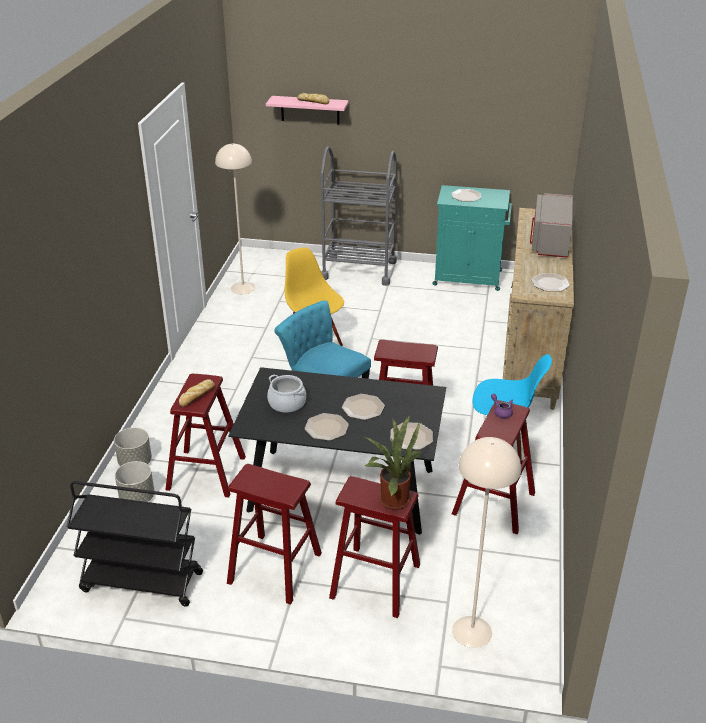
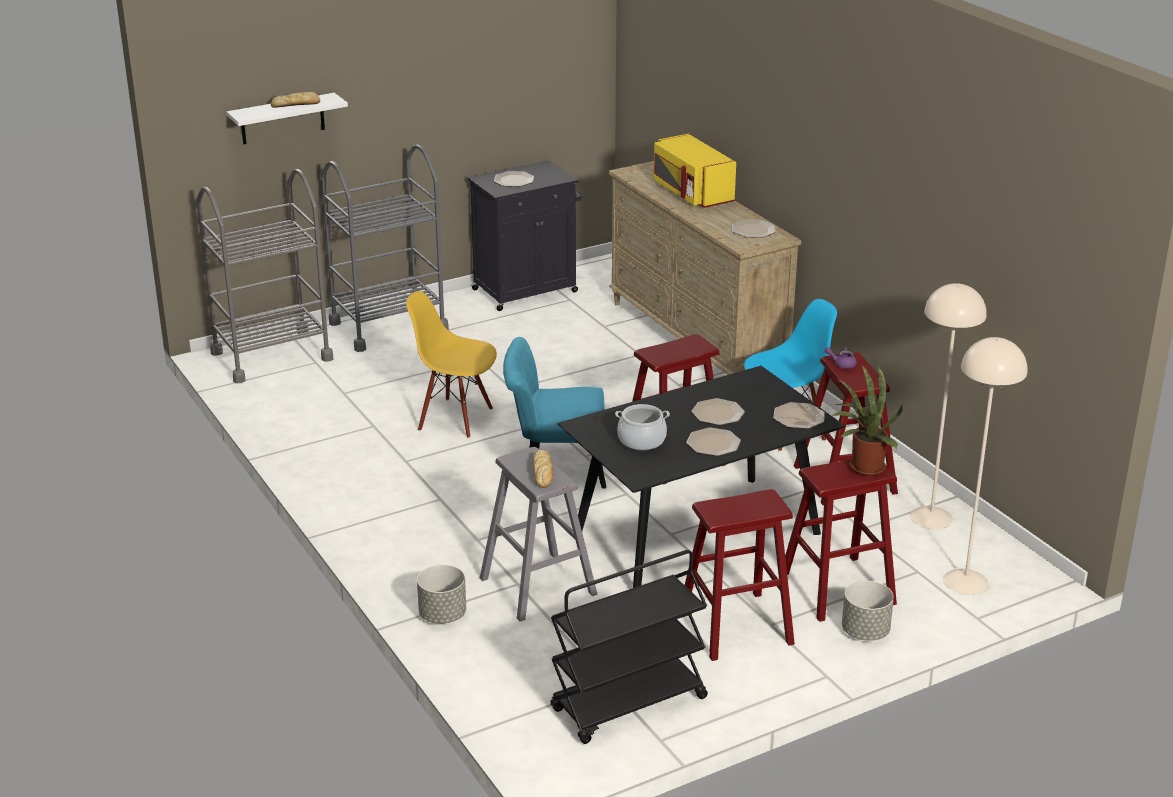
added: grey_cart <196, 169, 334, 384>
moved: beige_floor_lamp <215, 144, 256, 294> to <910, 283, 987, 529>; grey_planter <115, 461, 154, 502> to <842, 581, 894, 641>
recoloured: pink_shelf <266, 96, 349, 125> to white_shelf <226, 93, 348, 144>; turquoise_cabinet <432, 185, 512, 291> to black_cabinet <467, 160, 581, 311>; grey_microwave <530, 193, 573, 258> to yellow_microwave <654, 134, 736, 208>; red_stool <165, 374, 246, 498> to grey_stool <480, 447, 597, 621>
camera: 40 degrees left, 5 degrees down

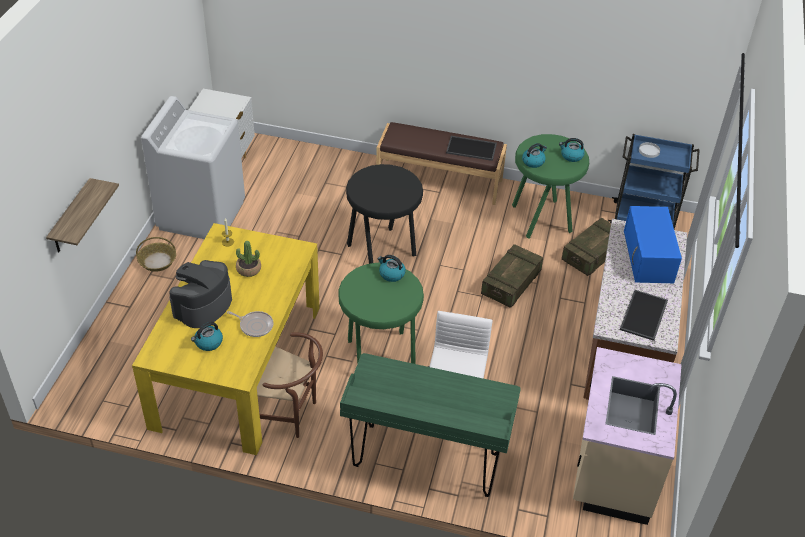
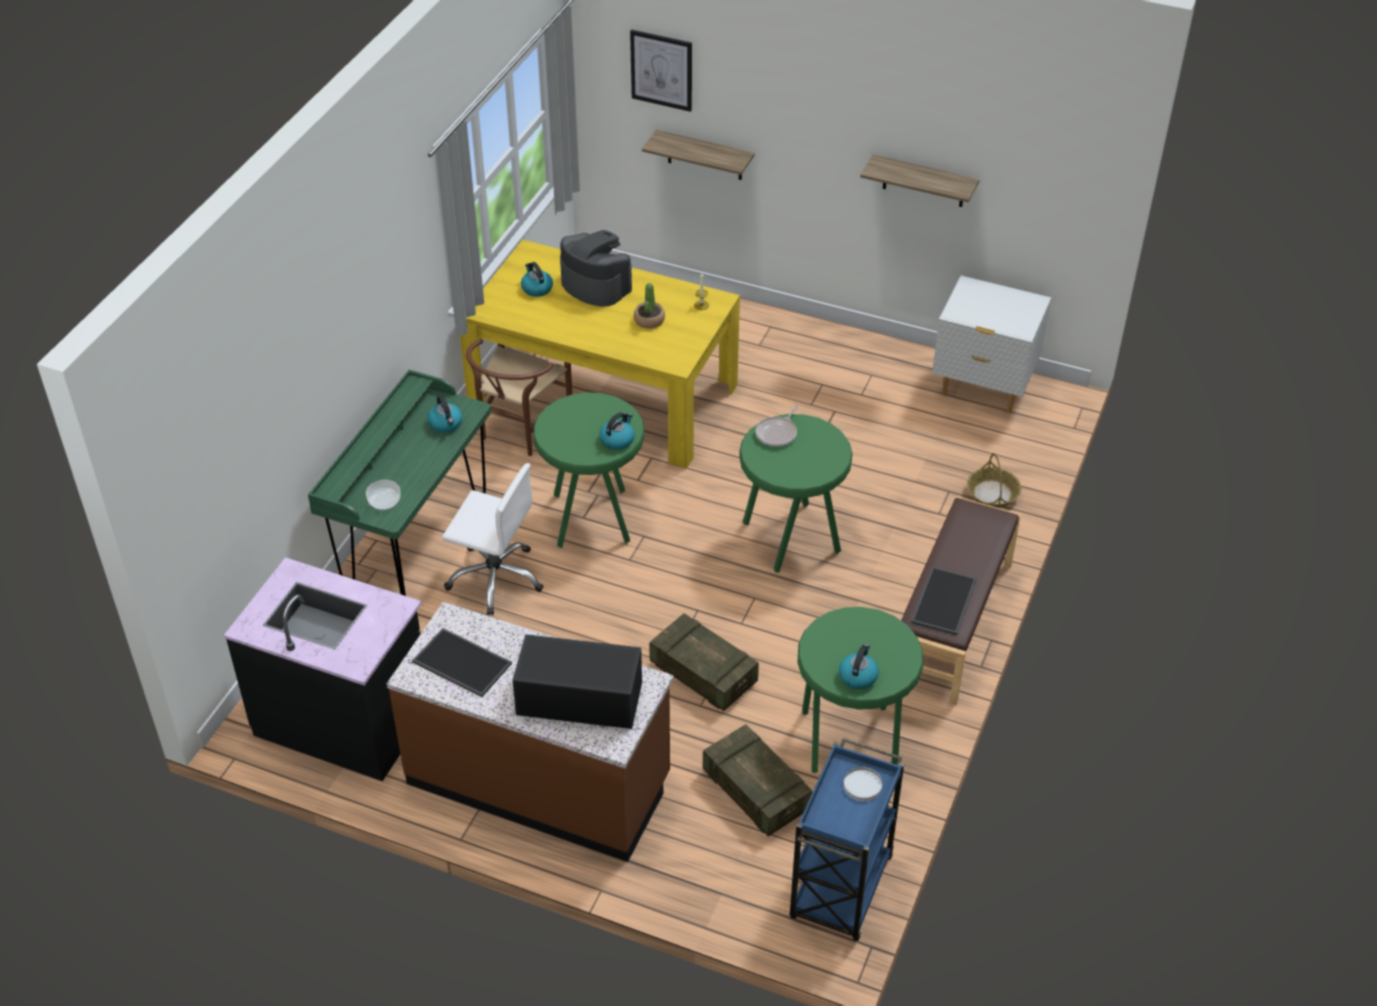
removed: white_washing_machine <141, 96, 245, 239>
added: picture <630, 29, 692, 112>; shelf <860, 155, 980, 207>; bowl <366, 480, 401, 510>
moved: kettle <522, 143, 547, 168> to <428, 395, 462, 433>; basket <136, 237, 176, 272> to <967, 453, 1021, 508>; frying_pan <227, 311, 273, 337> to <755, 406, 798, 447>
recoloured: black_stool <346, 164, 423, 264> to green_stool <739, 414, 852, 573>; blue_microwave <624, 206, 682, 283> to black_microwave <512, 634, 642, 729>; beige_counter <573, 347, 682, 525> to black_counter <224, 557, 421, 781>
camera: 100 degrees right, 0 degrees up

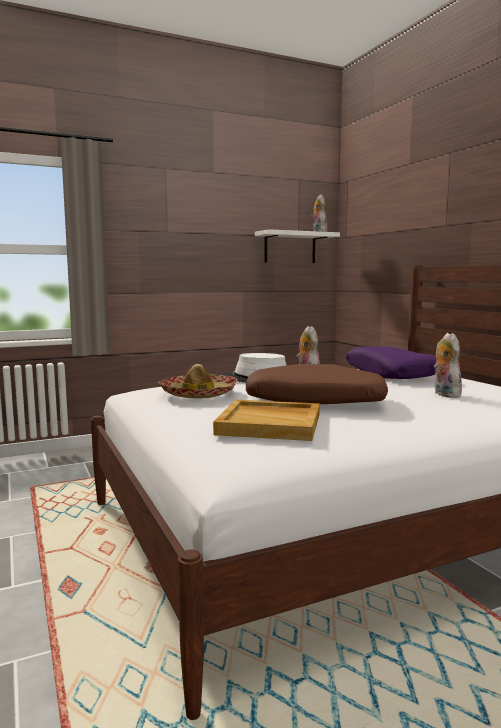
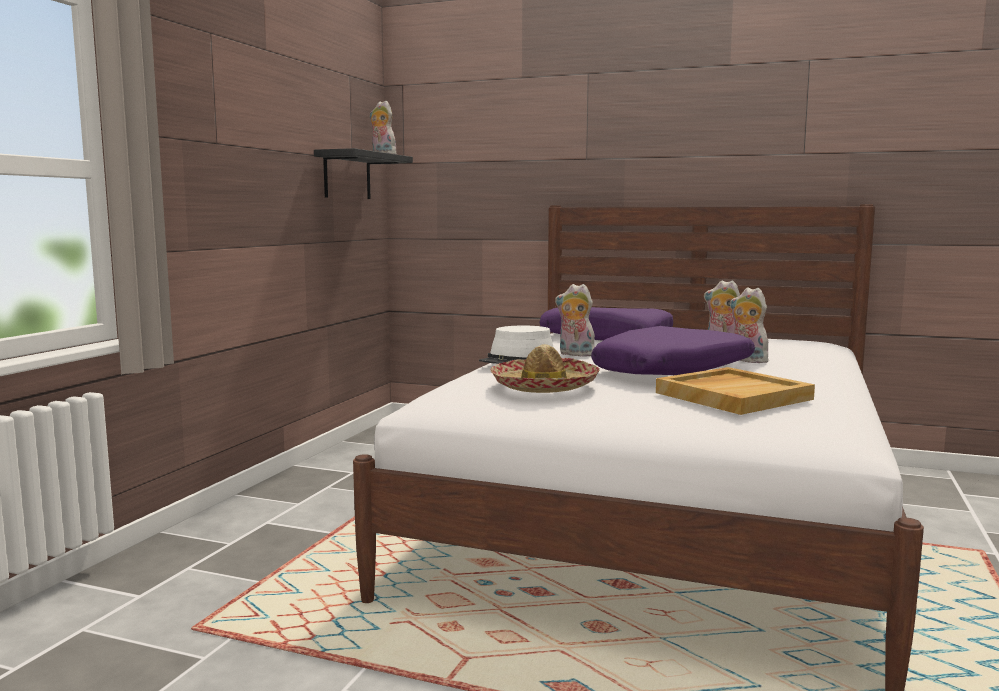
added: plush_toy <729, 287, 769, 363>
recoloured: white_shelf <255, 229, 340, 263> to black_shelf <314, 148, 413, 199>; brown_pillow <246, 364, 388, 404> to purple_pillow <591, 326, 755, 375>
camera: 45 degrees left, 0 degrees up

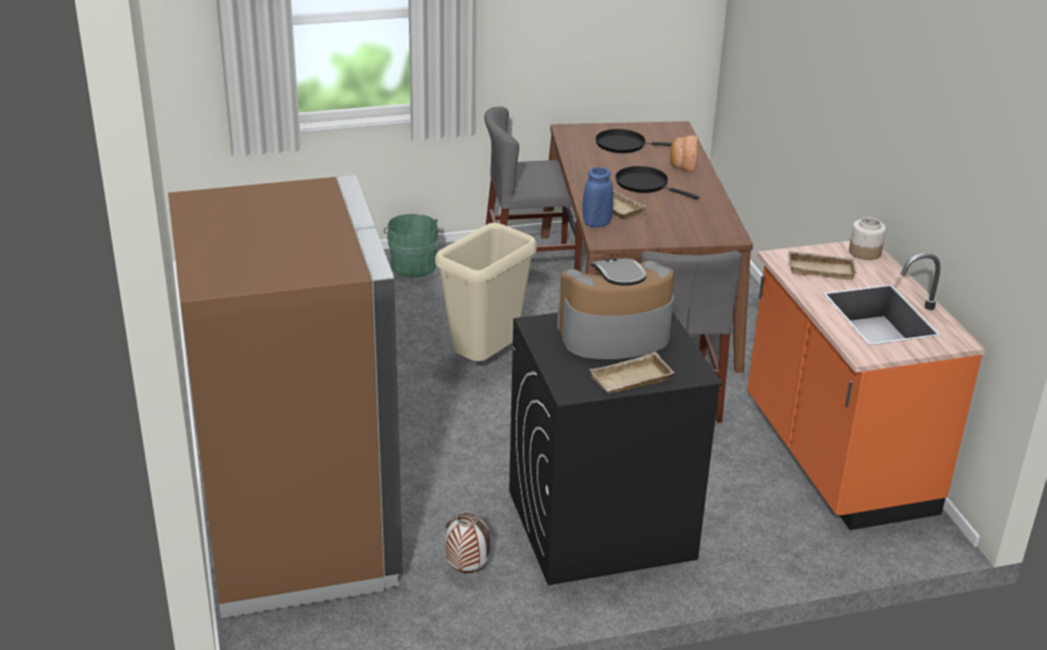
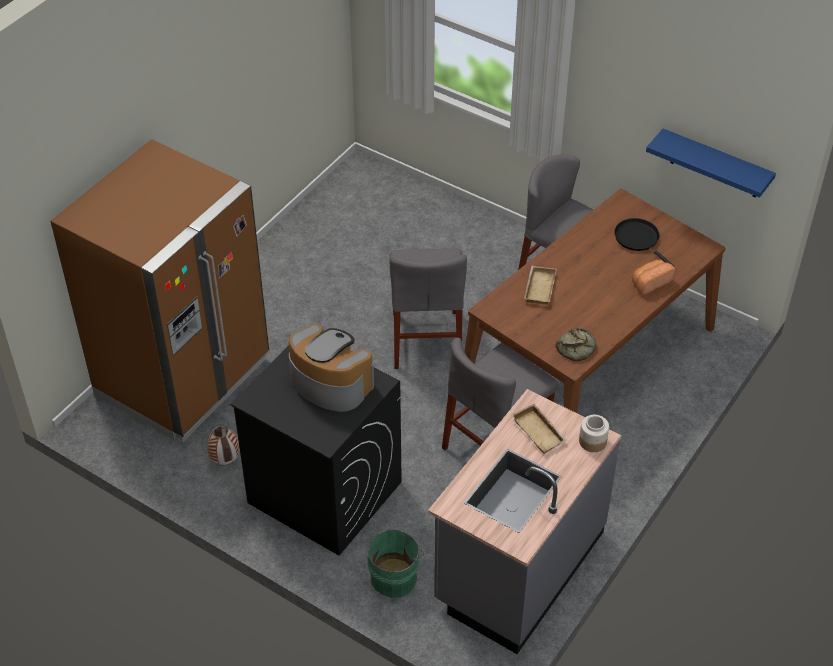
removed: black_frying_pan <615, 166, 699, 200>; blue_vase <582, 167, 613, 227>; beige_tray <589, 352, 674, 393>
added: blue_shelf <646, 129, 776, 198>; bread <555, 328, 596, 361>
moved: green_bucket <384, 214, 439, 278> to <367, 530, 425, 598>
replaced: beige_trash_can <435, 223, 537, 361> to grey_chair <389, 249, 467, 369>
recoloured: orange_counter <747, 241, 985, 530> to grey_counter <428, 389, 622, 654>
camera: 50 degrees right, 15 degrees up

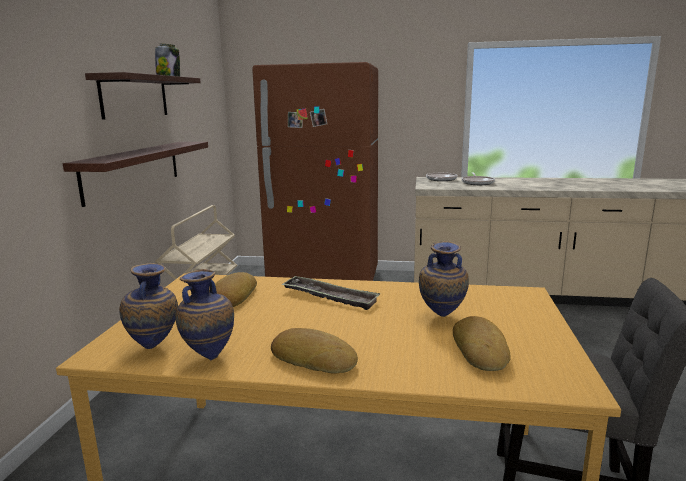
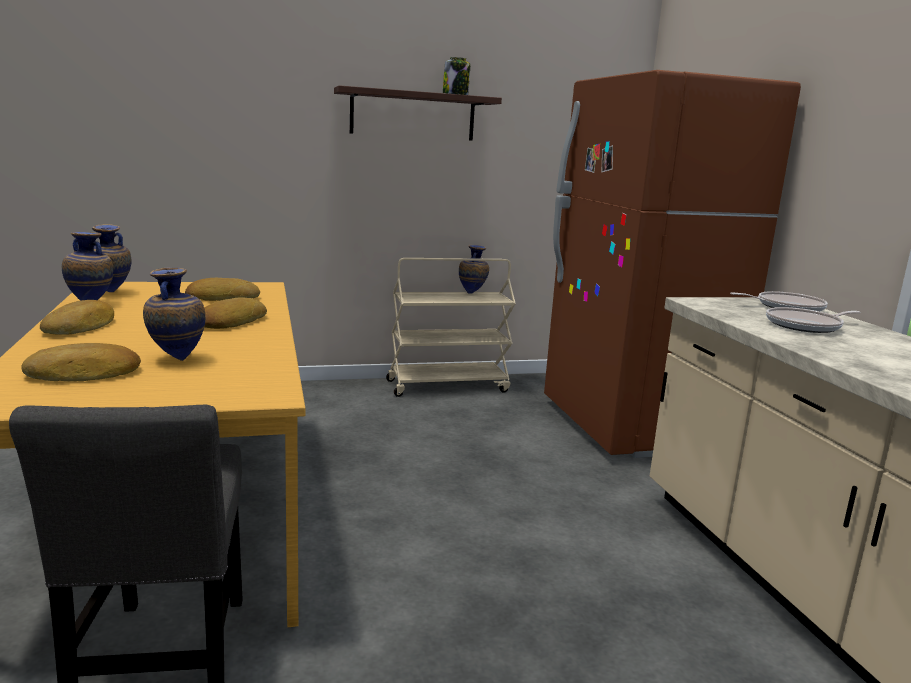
removed: shelf <63, 142, 208, 207>
added: vase <459, 245, 489, 294>
replaced: tray <281, 276, 380, 310> to bread <204, 297, 267, 329>
camera: 65 degrees right, 0 degrees up

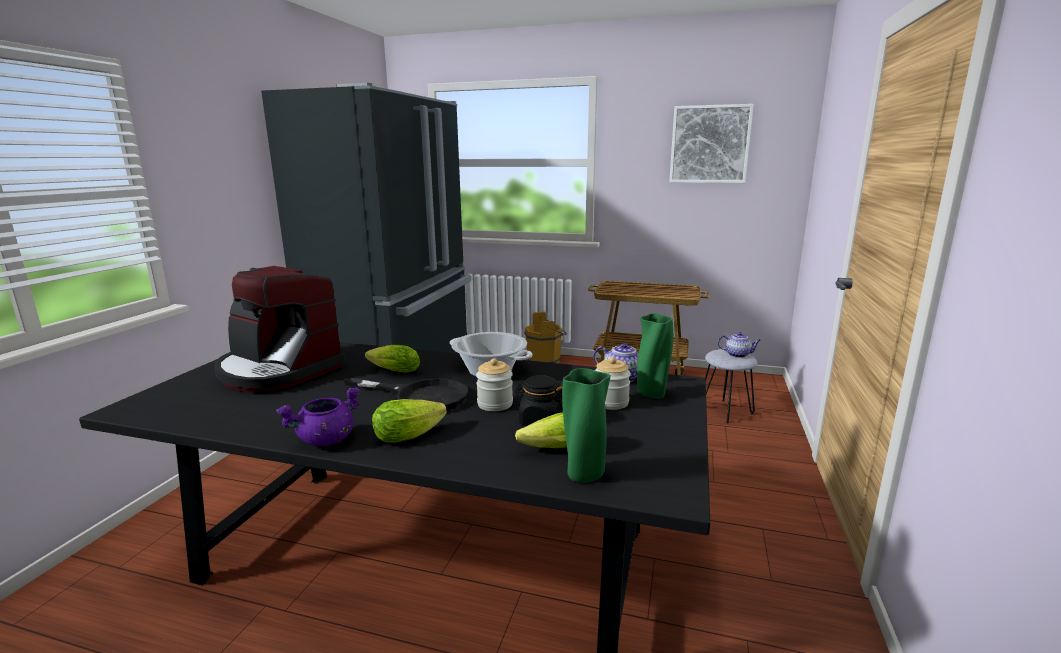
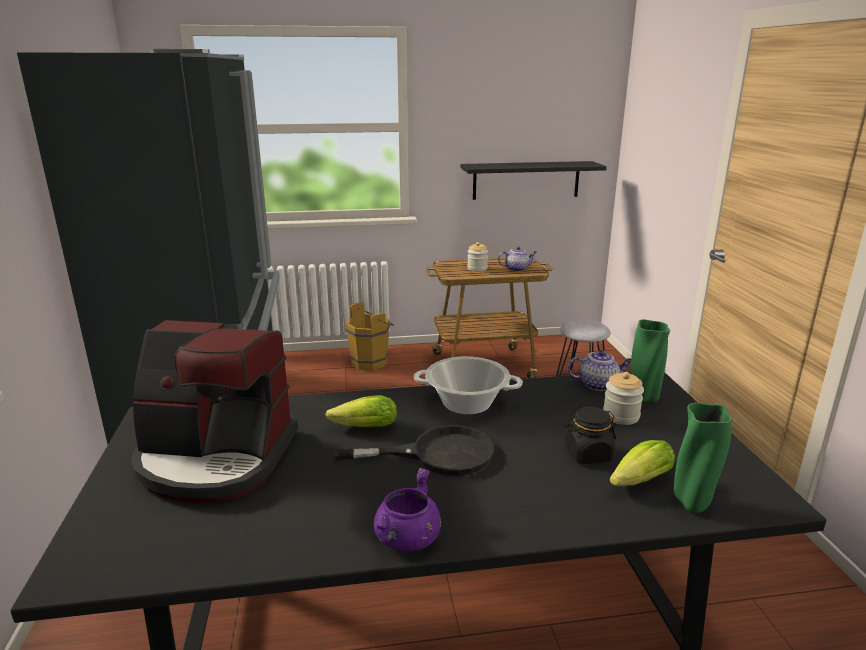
removed: picture <669, 104, 754, 183>; lettuce <372, 399, 447, 443>
added: black_shelf <460, 161, 607, 200>
moved: teapot <718, 332, 761, 358> to <498, 246, 536, 272>; jar <476, 358, 513, 411> to <467, 242, 488, 272>
camera: 25 degrees left, 5 degrees up

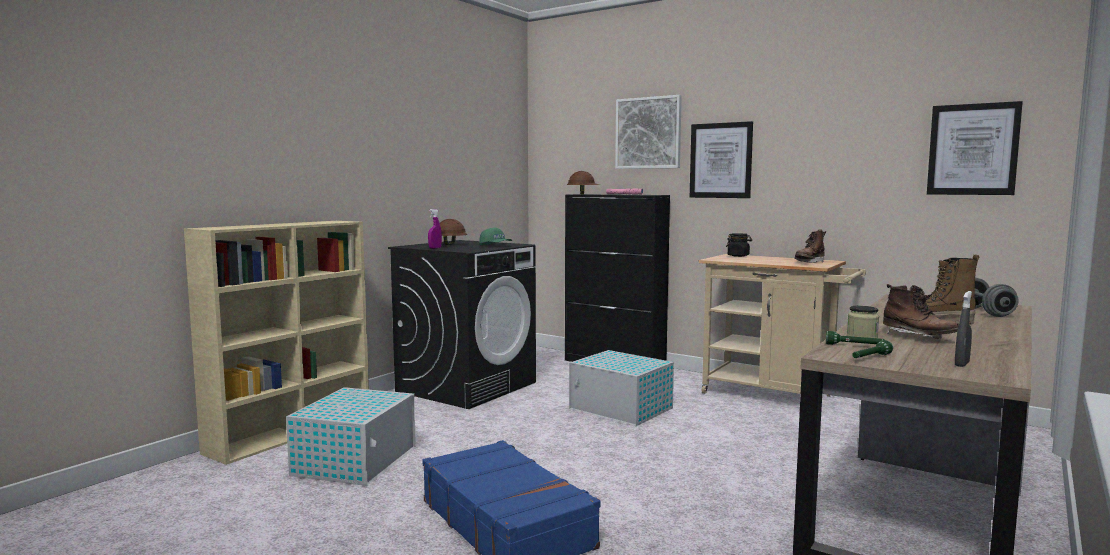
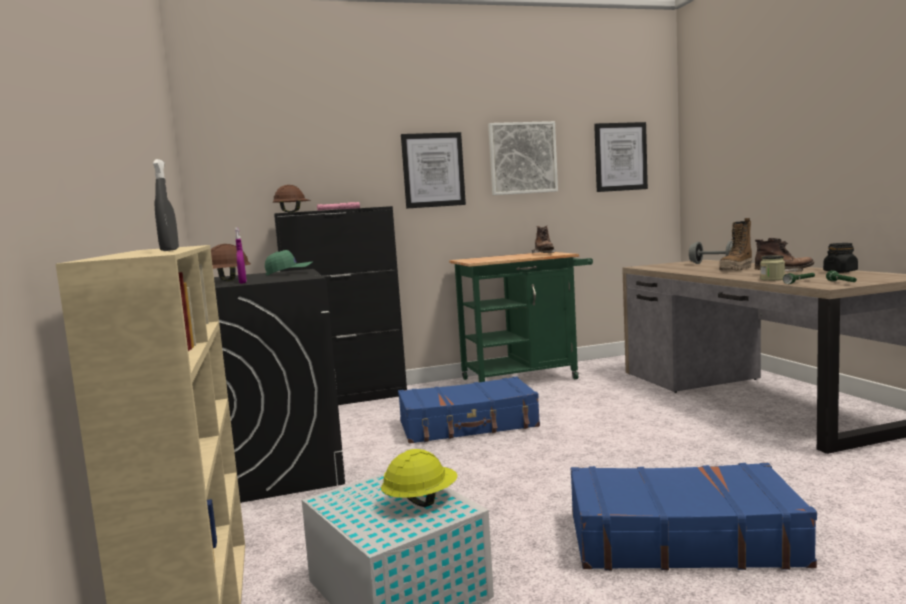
added: yellow_hard_hat <381, 449, 457, 507>
moved: picture <615, 95, 682, 169> to <488, 121, 558, 195>; black_jar <726, 233, 752, 257> to <823, 243, 858, 273>; grey_spray_bottle <955, 291, 972, 367> to <153, 159, 179, 251>
replaced: white_storage_box <569, 350, 674, 426> to blue_suitcase <398, 377, 540, 444>
recoloured: beige_cart <698, 254, 866, 397> to green_cart <449, 252, 593, 382>
camera: 50 degrees left, 0 degrees up

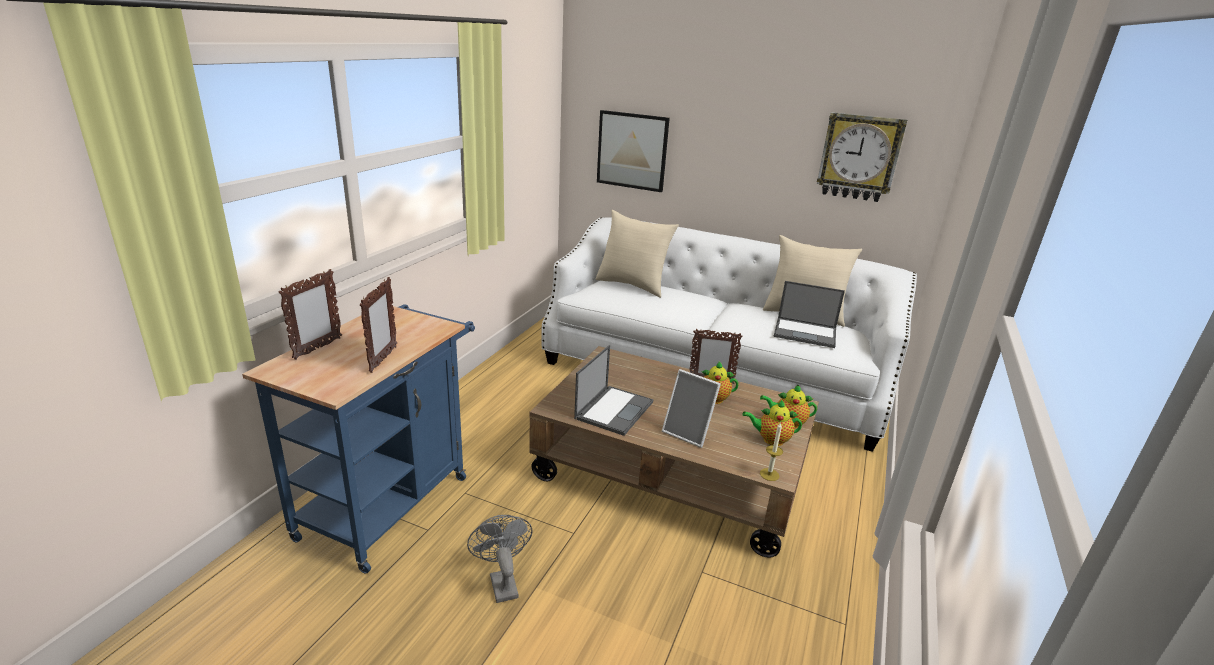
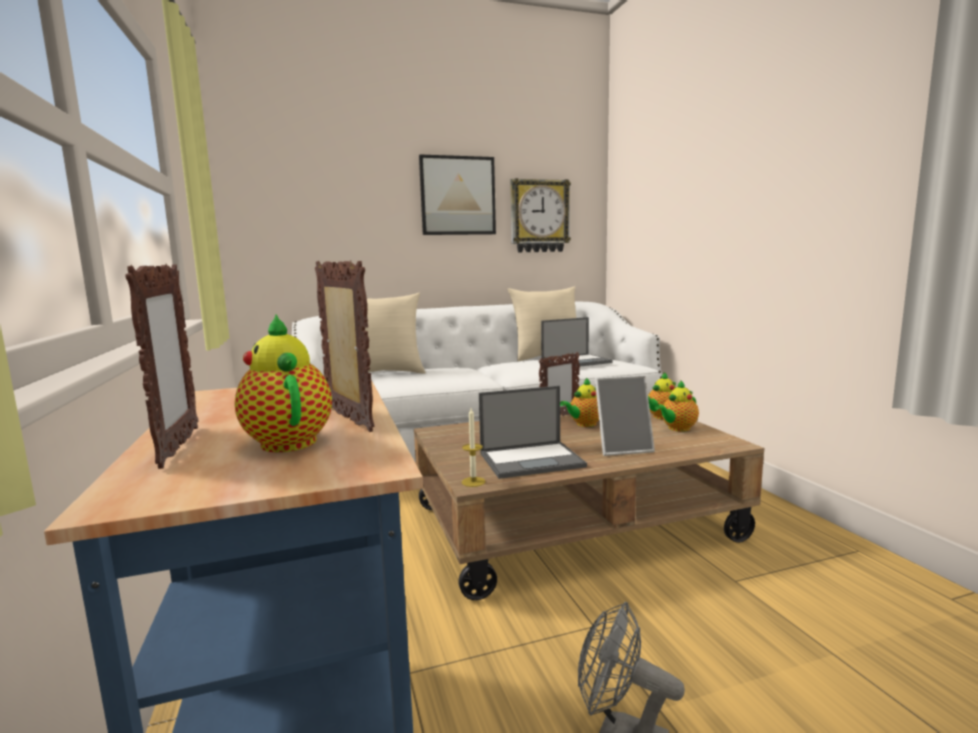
added: teapot <235, 314, 332, 452>
moved: picture <597, 110, 670, 192> to <419, 154, 496, 235>; candle <760, 422, 783, 481> to <462, 408, 485, 487>
turned: laptop <574, 345, 653, 436> = <479, 386, 587, 479> 90 degrees clockwise
camera: 40 degrees left, 15 degrees down

